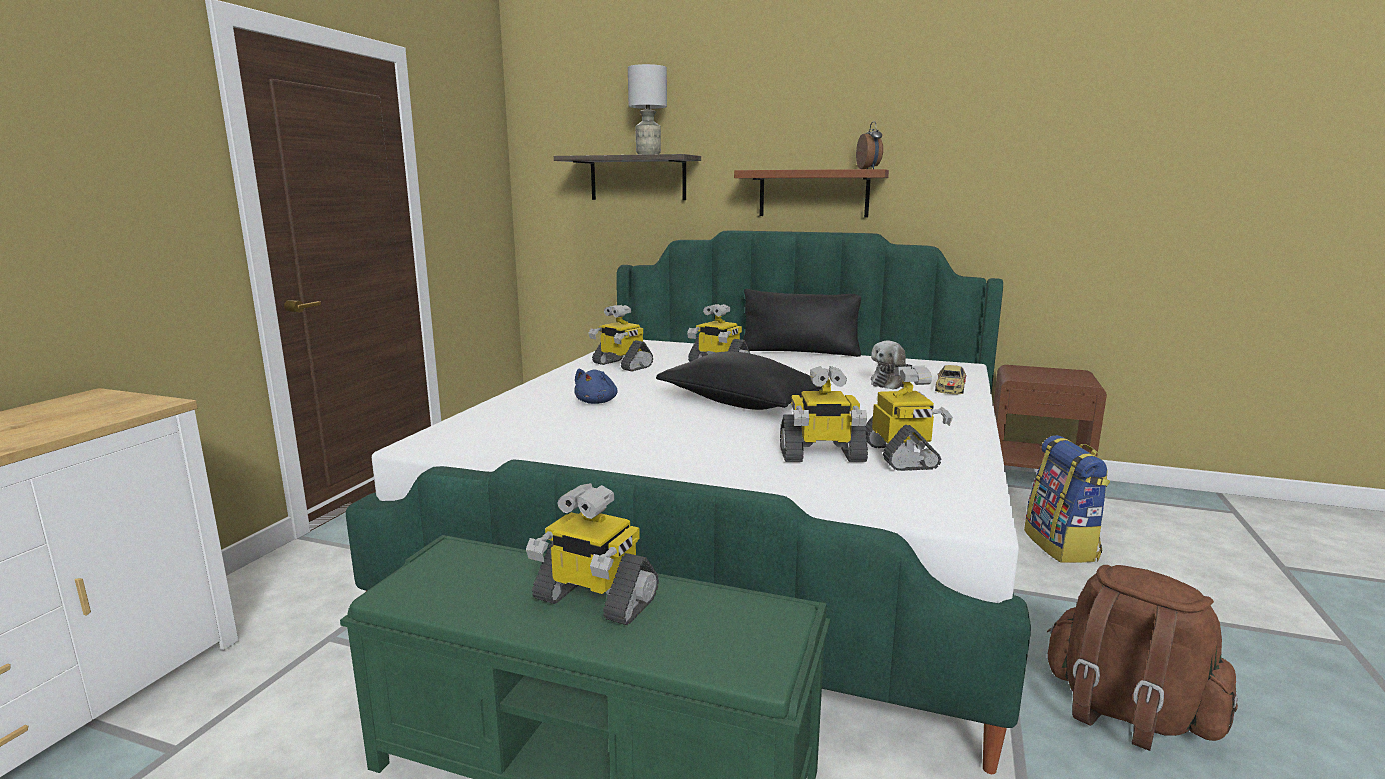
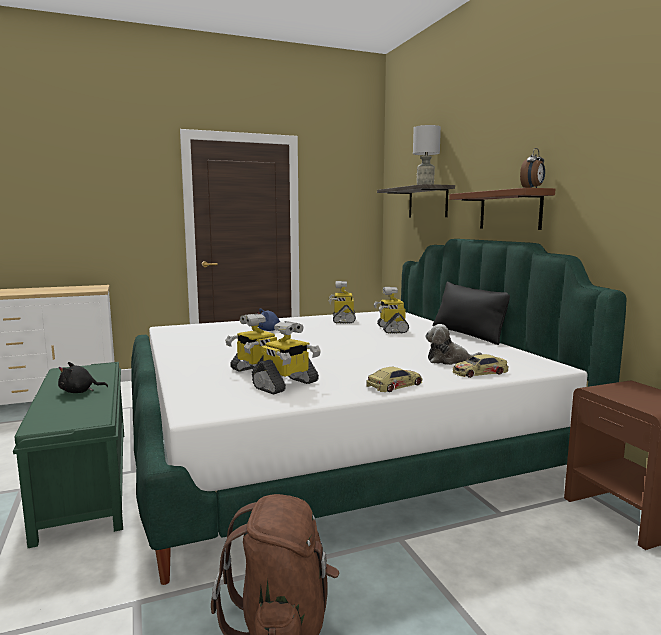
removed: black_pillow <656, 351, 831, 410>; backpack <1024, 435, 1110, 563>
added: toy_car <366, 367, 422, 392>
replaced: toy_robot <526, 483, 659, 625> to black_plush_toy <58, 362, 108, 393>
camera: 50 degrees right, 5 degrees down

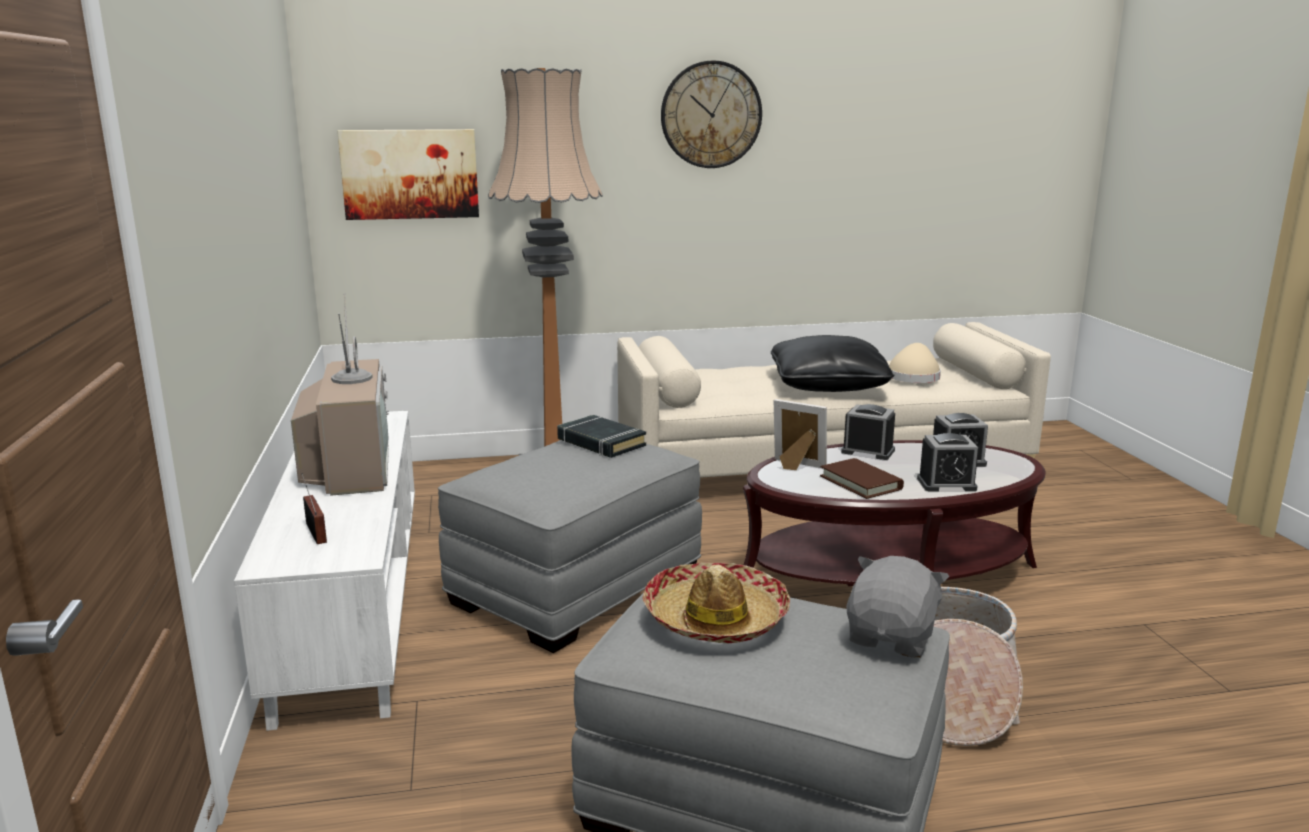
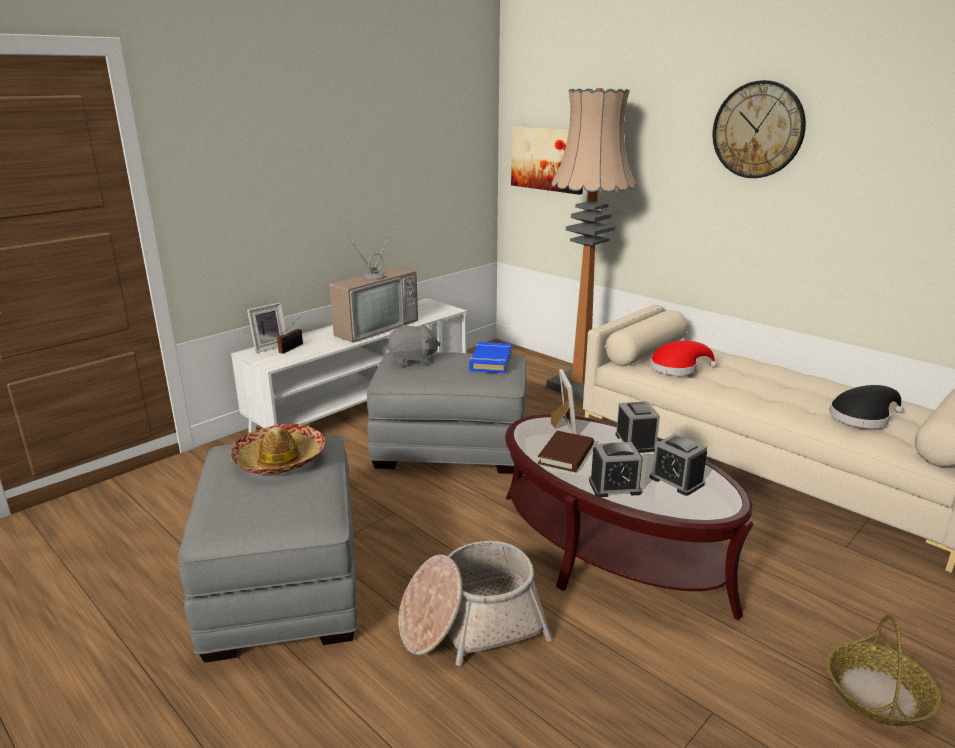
removed: black_pillow <771, 335, 895, 392>
added: picture_frame <247, 302, 287, 353>; red_hat <650, 340, 718, 375>; basket <826, 615, 941, 726>
moved: grey_plush_toy <846, 556, 949, 658> to <387, 325, 441, 367>
recoloured: beige_hat <889, 343, 941, 383> to black_hat <829, 385, 904, 428>; black_book <557, 415, 646, 458> to blue_book <469, 342, 512, 373>
turned: alarm_clock <917, 433, 979, 491> = <589, 442, 643, 497> 60 degrees counterclockwise
camera: 55 degrees right, 5 degrees up

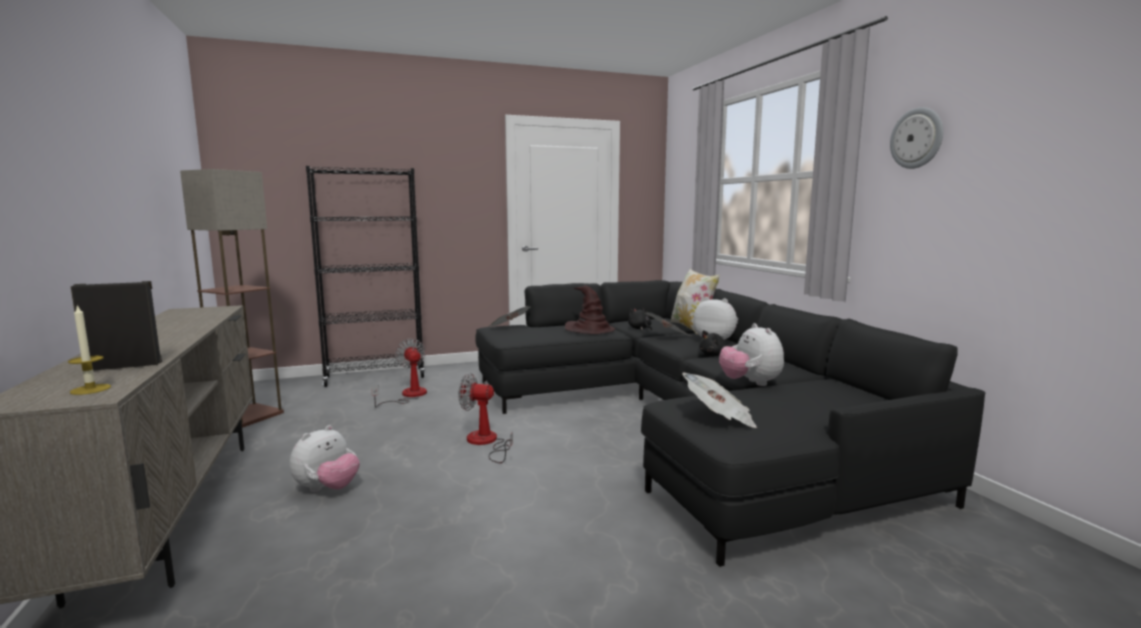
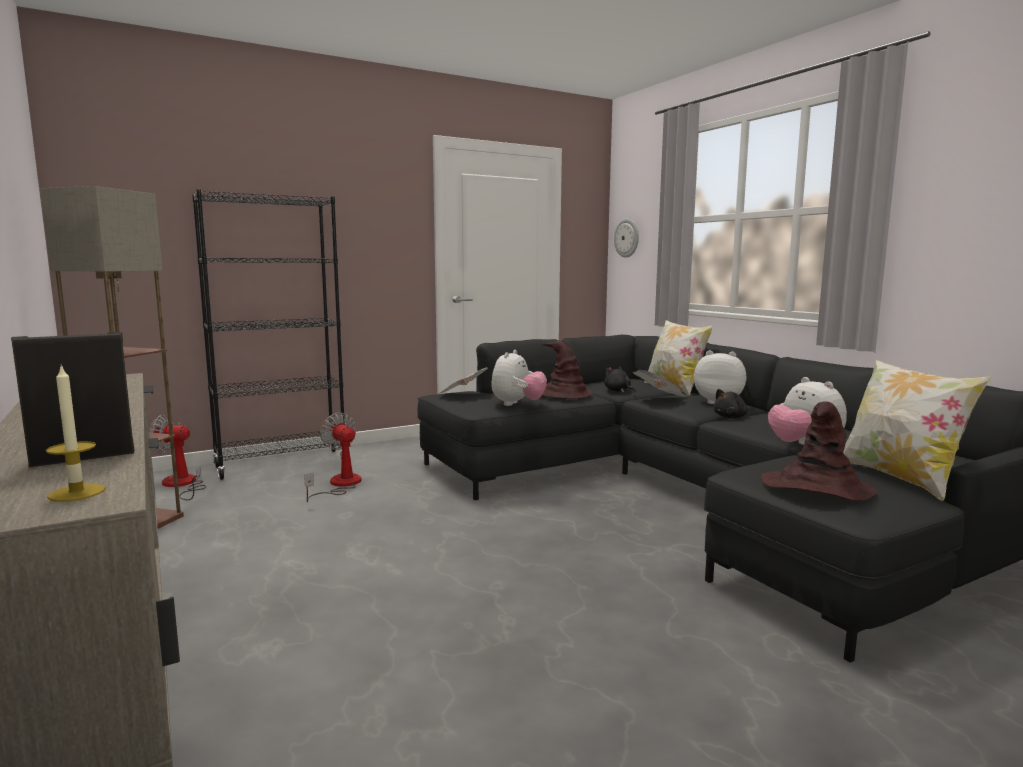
added: pillow <843, 359, 991, 501>
moved: wall_clock <890, 107, 943, 169> to <614, 219, 639, 258>; fan <458, 373, 513, 463> to <149, 415, 206, 500>; plush_toy <289, 425, 360, 492> to <491, 350, 547, 406>
replaced: newspaper <682, 372, 757, 428> to brown_hat <761, 401, 878, 501>
camera: 10 degrees left, 0 degrees up

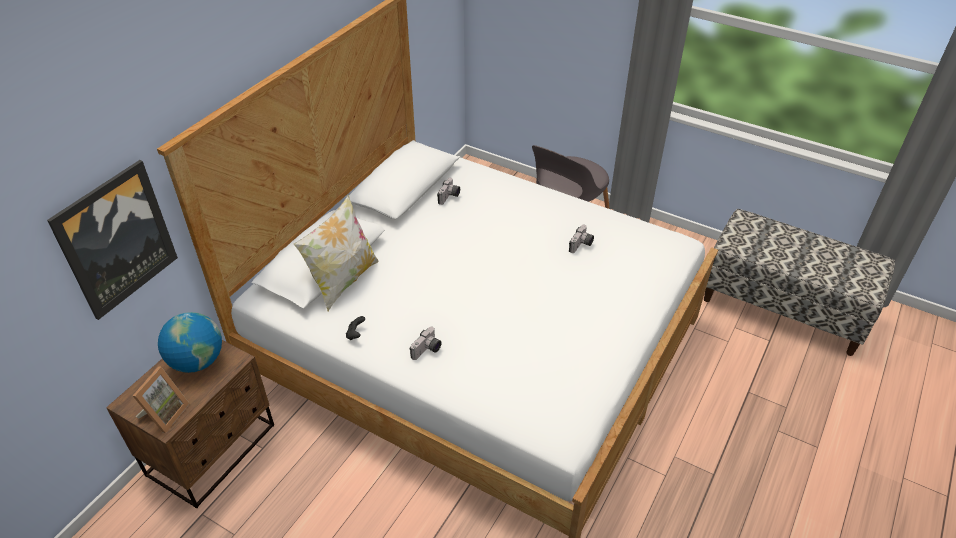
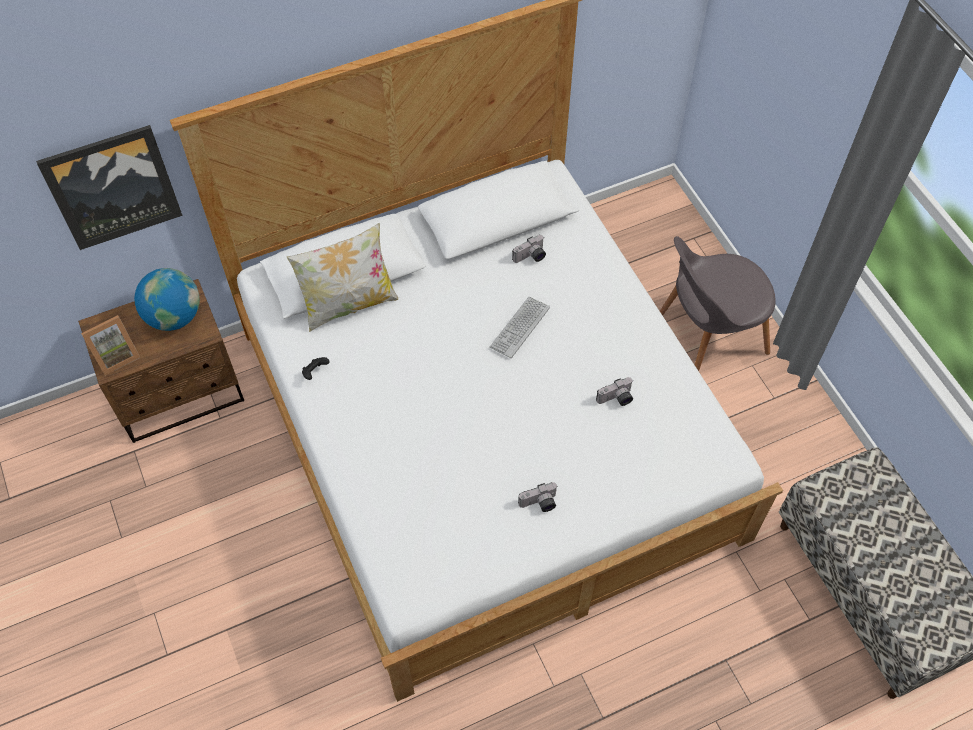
added: keyboard <489, 297, 550, 358>
moved: photo_camera <410, 327, 442, 360> to <518, 482, 557, 512>
camera: 35 degrees right, 15 degrees up

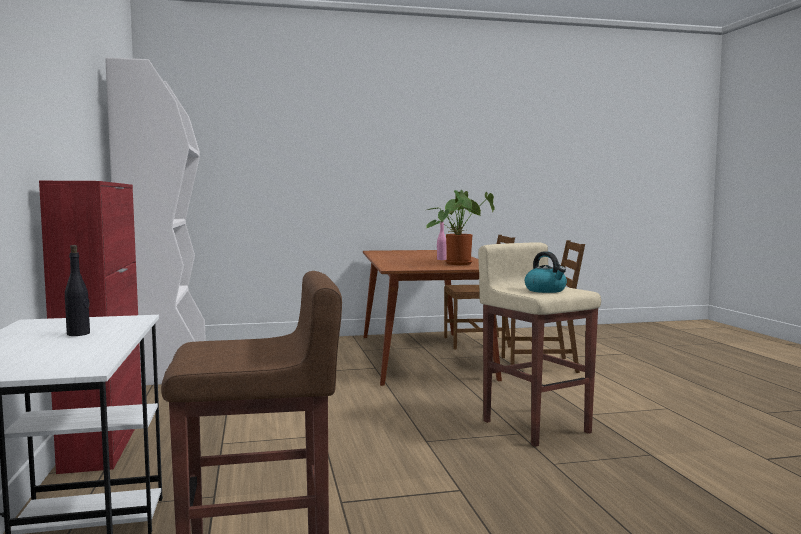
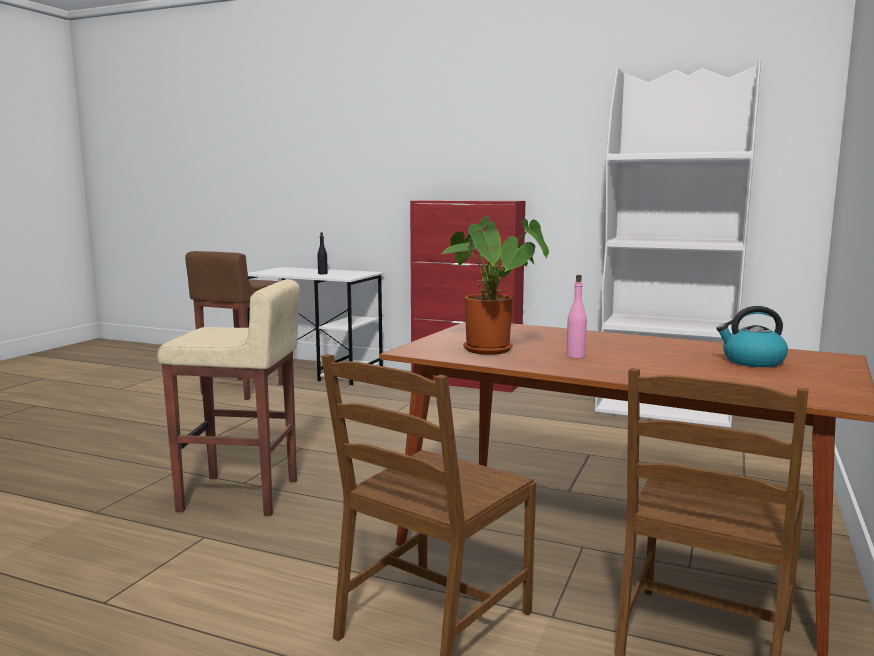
moved: kettle <525, 251, 567, 293> to <716, 306, 788, 367>
camera: 125 degrees right, 5 degrees up

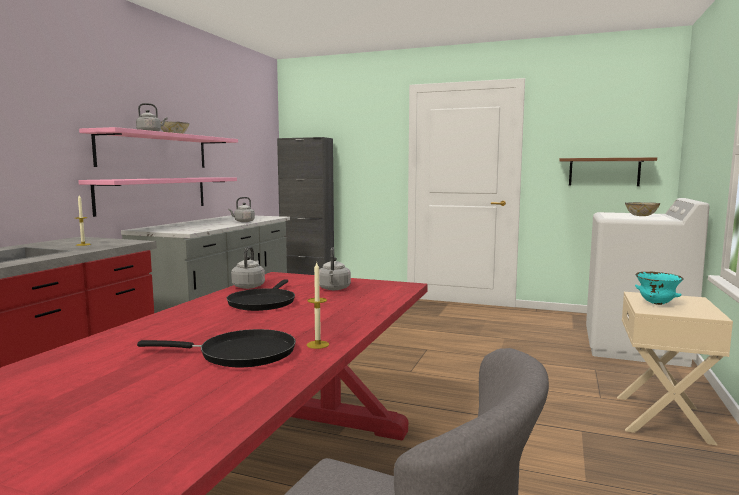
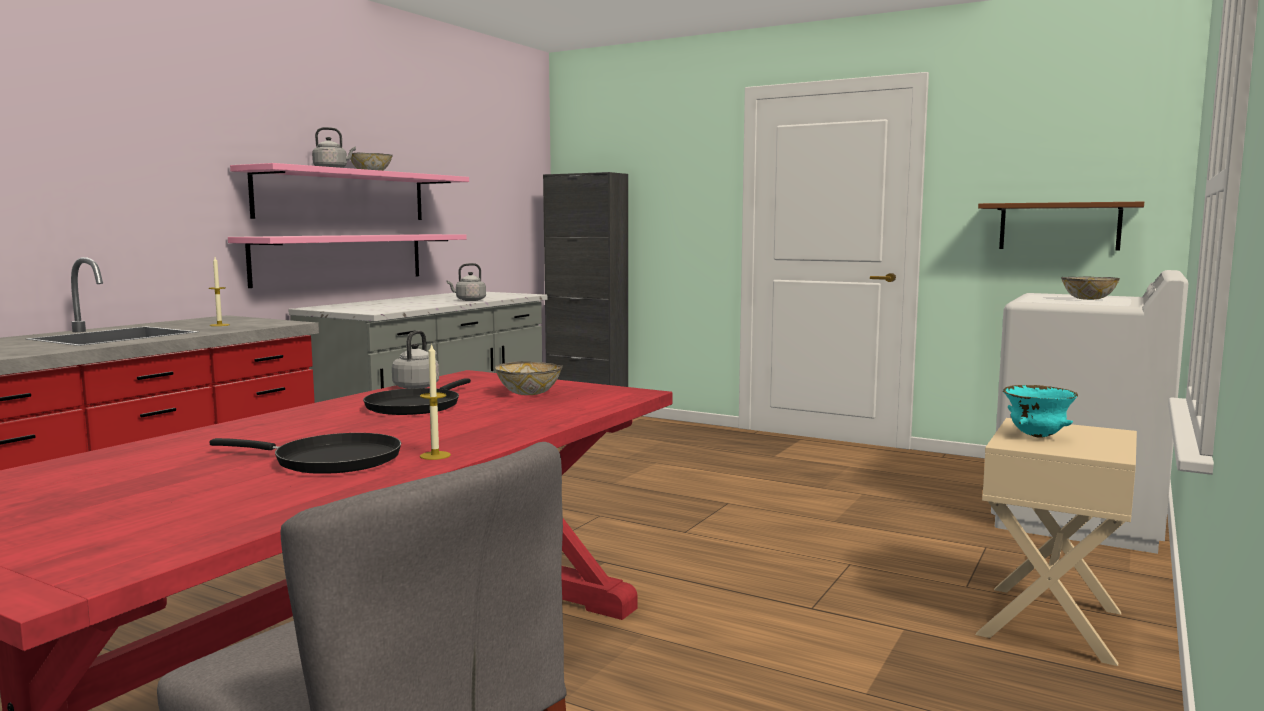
replaced: grey_kettle <319, 247, 351, 290> to bowl <495, 362, 563, 395>
camera: 10 degrees right, 0 degrees up

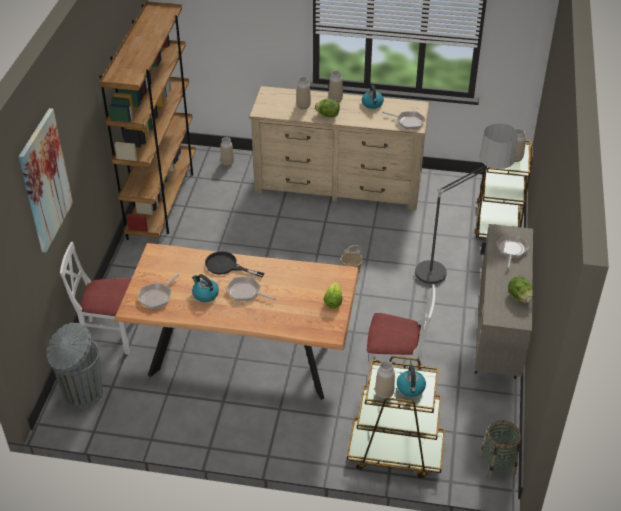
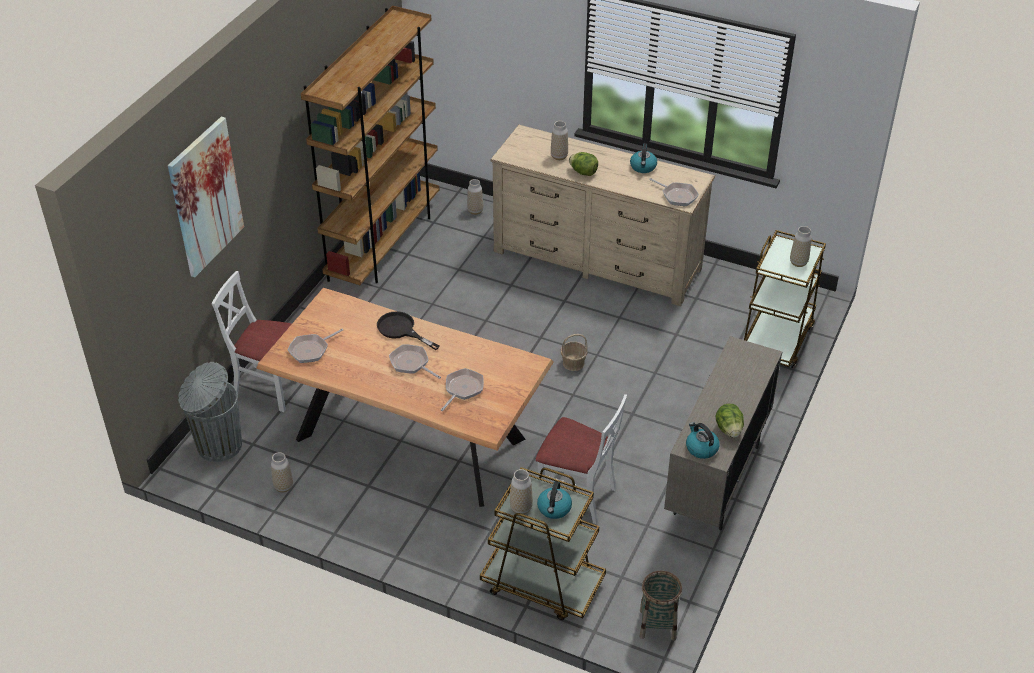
removed: floor_lamp <412, 124, 518, 284>; lettuce <323, 282, 342, 308>
moved: vase <329, 70, 343, 102> to <271, 452, 293, 493>; frying_pan <496, 234, 529, 269> to <441, 368, 484, 411>; kettle <192, 274, 219, 302> to <686, 422, 720, 459>
camera: 15 degrees right, 0 degrees up

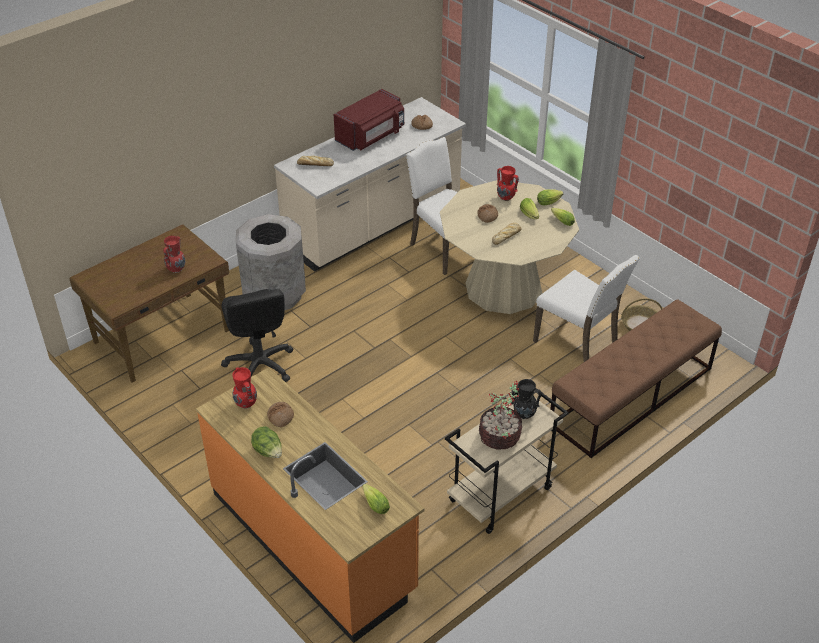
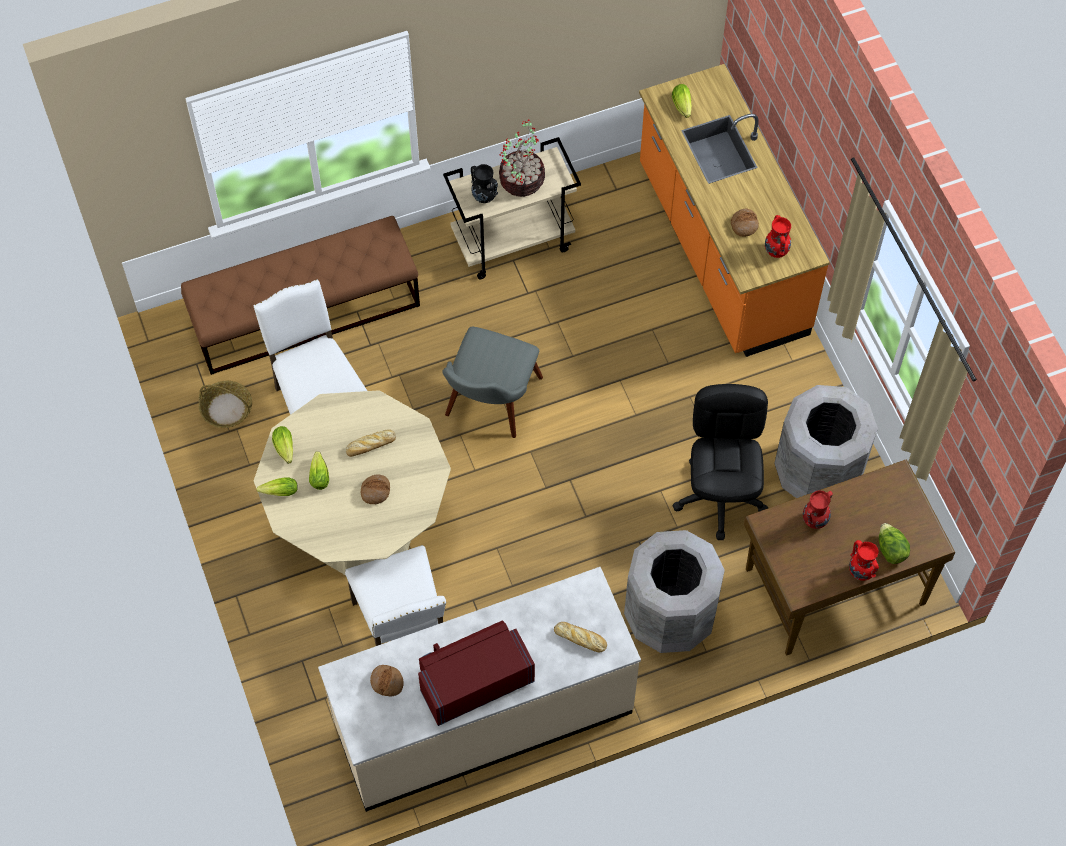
added: grey_chair <442, 327, 543, 438>; grey_trash_can <774, 385, 878, 498>
moved: red_vase <496, 166, 519, 201> to <849, 540, 879, 581>; lettuce <251, 426, 282, 458> to <879, 523, 910, 564>
camera: 160 degrees left, 20 degrees up

